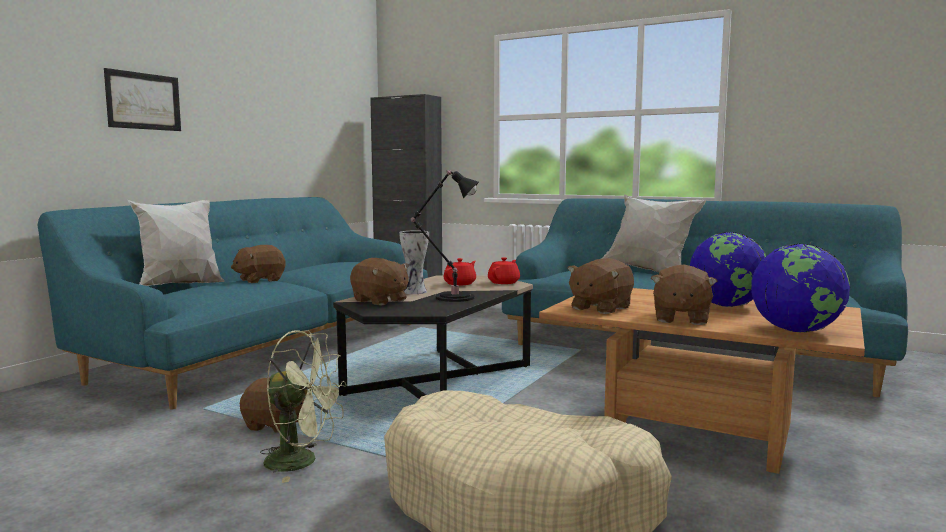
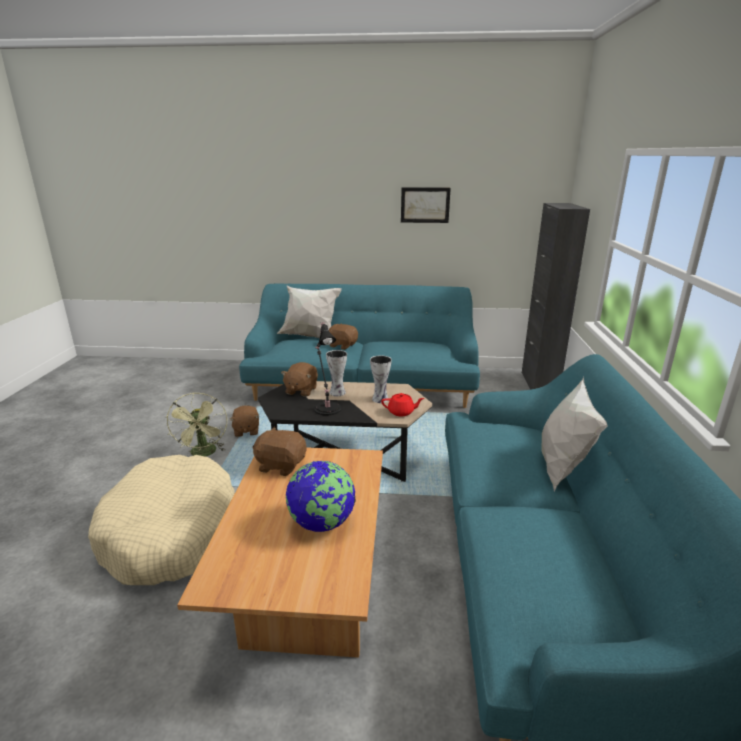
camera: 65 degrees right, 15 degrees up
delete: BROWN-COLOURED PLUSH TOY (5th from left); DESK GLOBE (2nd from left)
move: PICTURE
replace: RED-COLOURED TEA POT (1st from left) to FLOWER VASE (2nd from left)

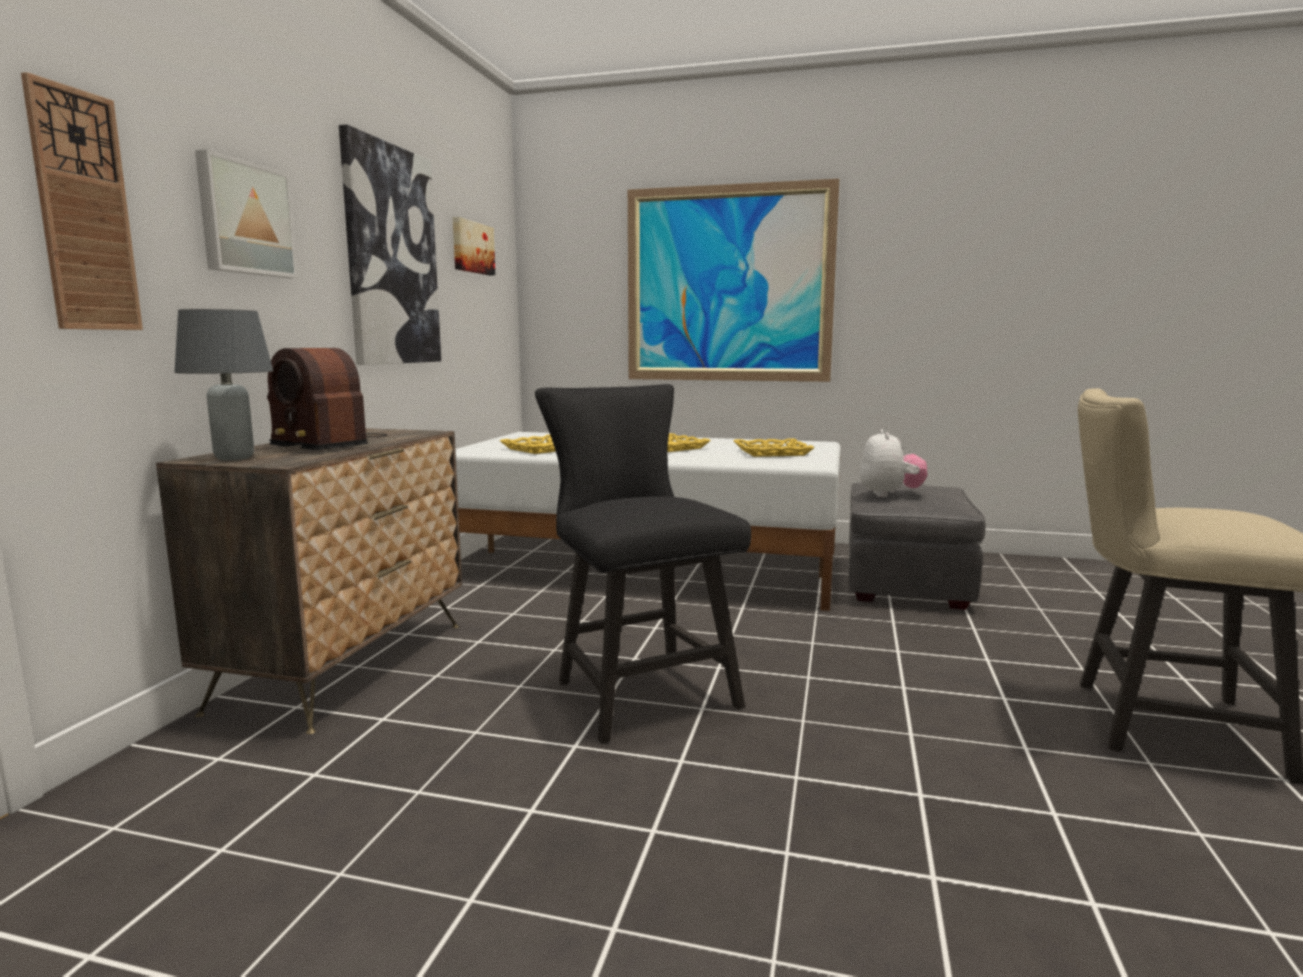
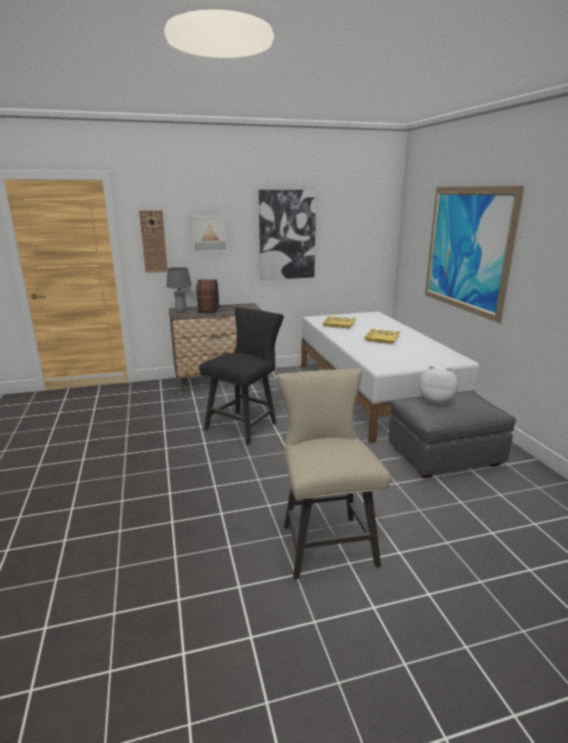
camera: 60 degrees right, 10 degrees up
delete: PICTURE (3rd from left); YELLOW SERVING TRAY (3rd from left)
rotate: PLUSH TOY 135 degrees counterclockwise

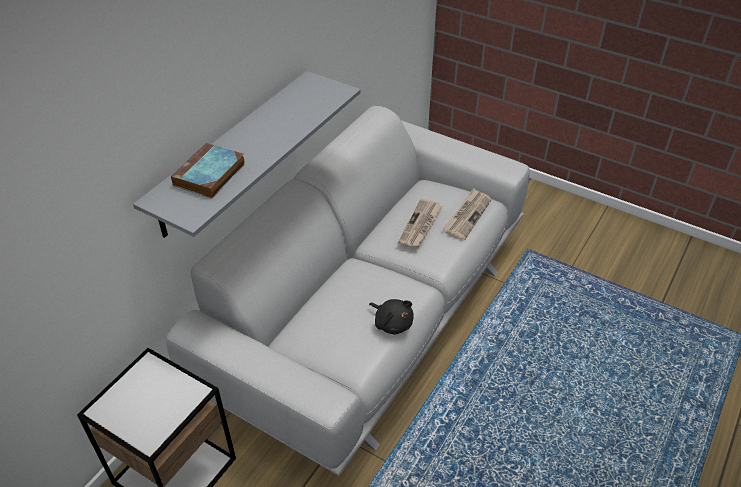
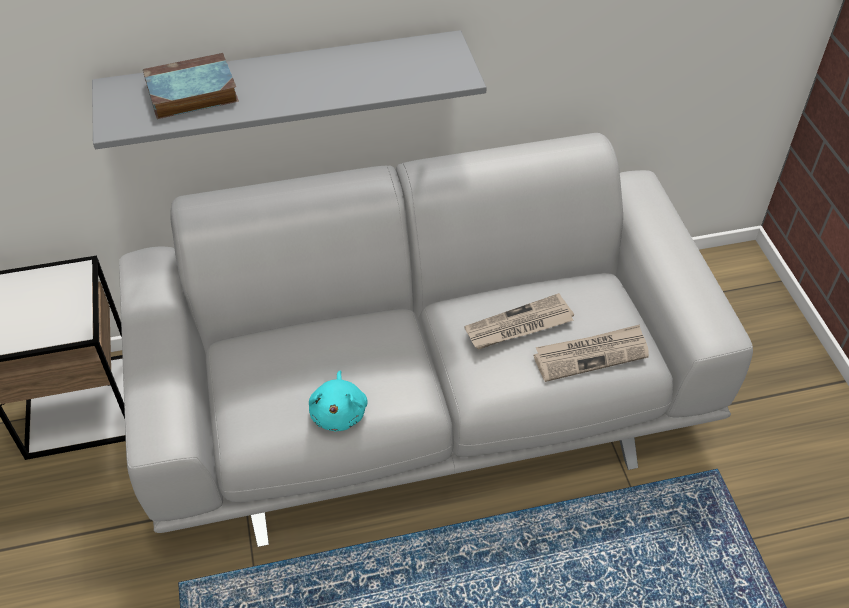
camera: 45 degrees right, 5 degrees up
recolor: BLACK-COLOURED PLUSH TOY to TURQUOISE PLUSH TOY

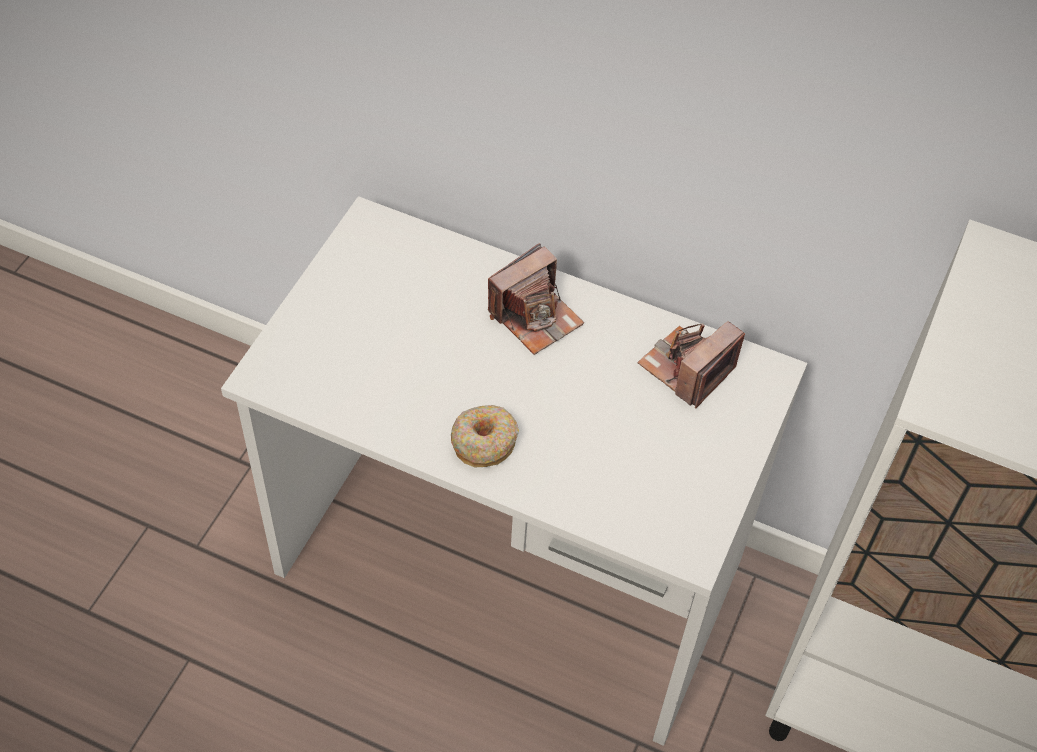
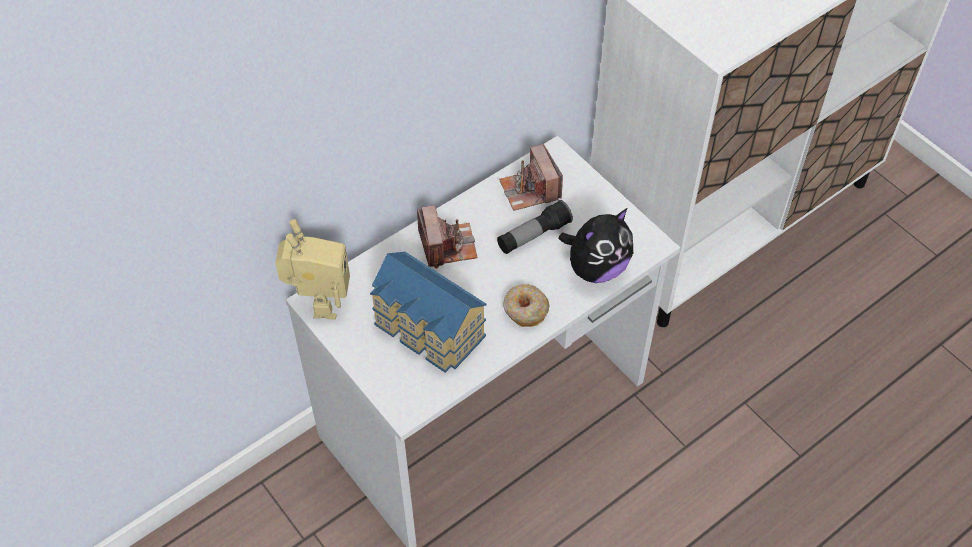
camera: 60 degrees left, 0 degrees up
insert: MODEL ROBOT; TOY HOUSE; TORCH; PLUSH TOY

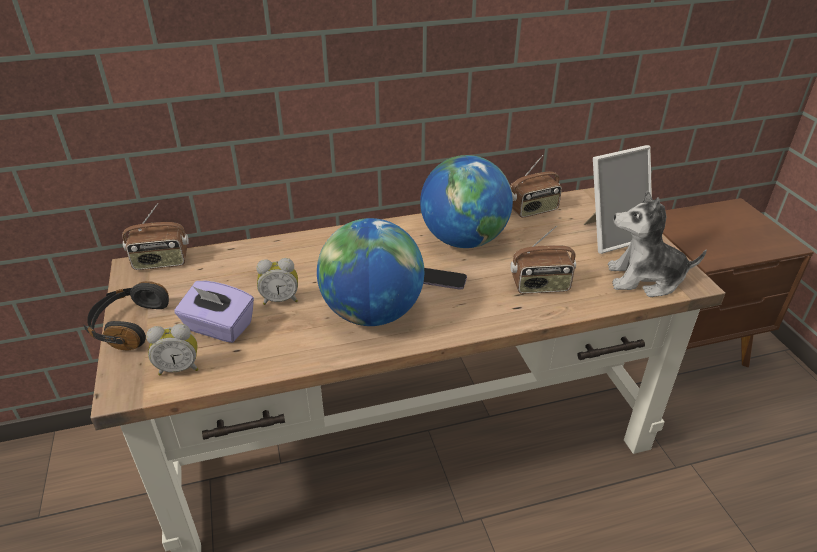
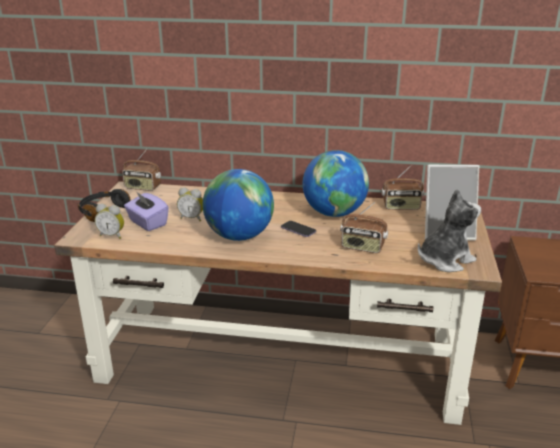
camera: 25 degrees right, 10 degrees down
rotate: PLUSH TOY 120 degrees clockwise

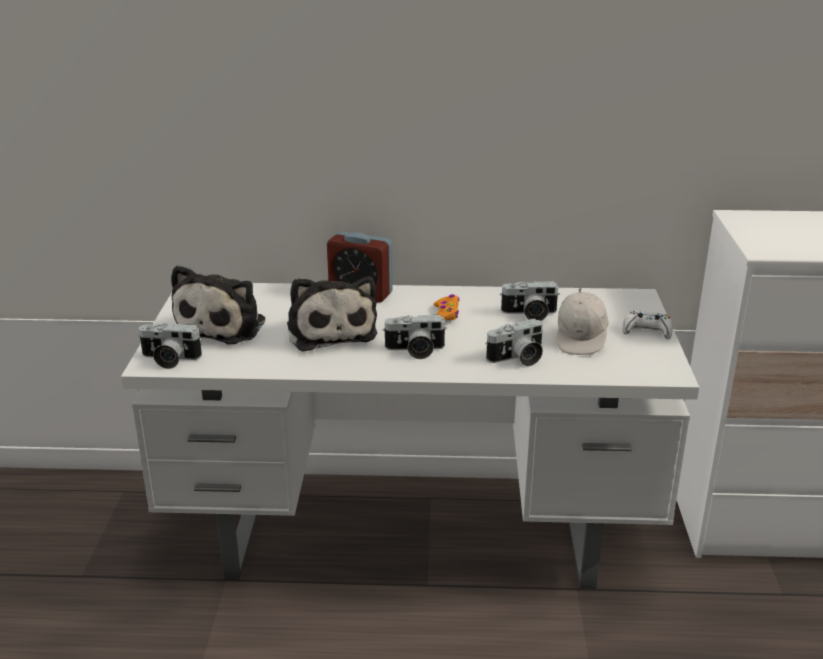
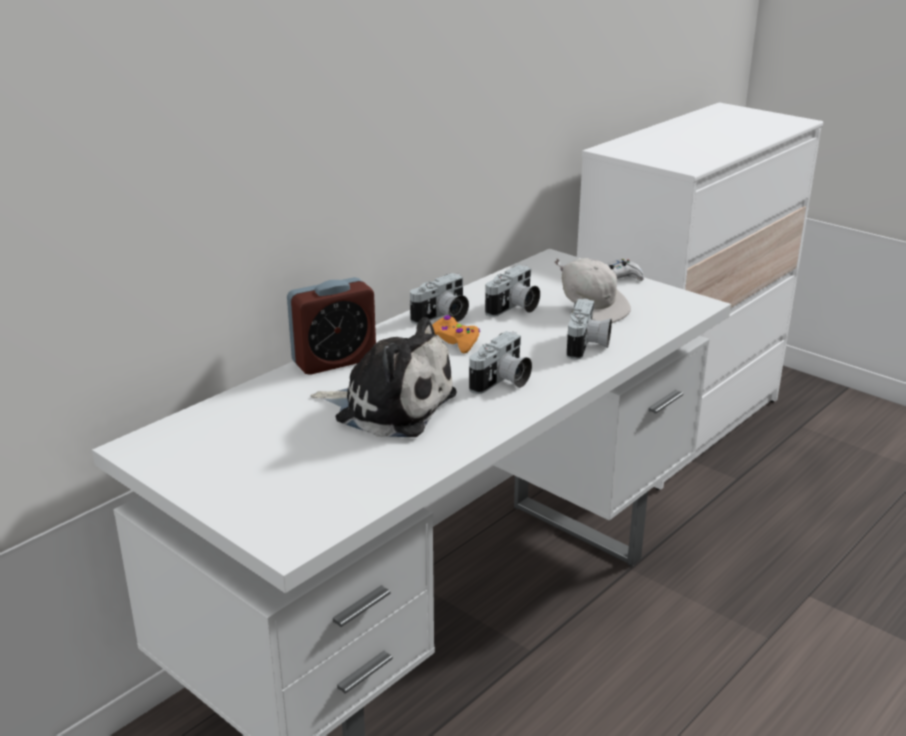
camera: 50 degrees left, 0 degrees up
delete: PLUSH TOY (1st from left)
move: STILL CAMERA (1st from left)

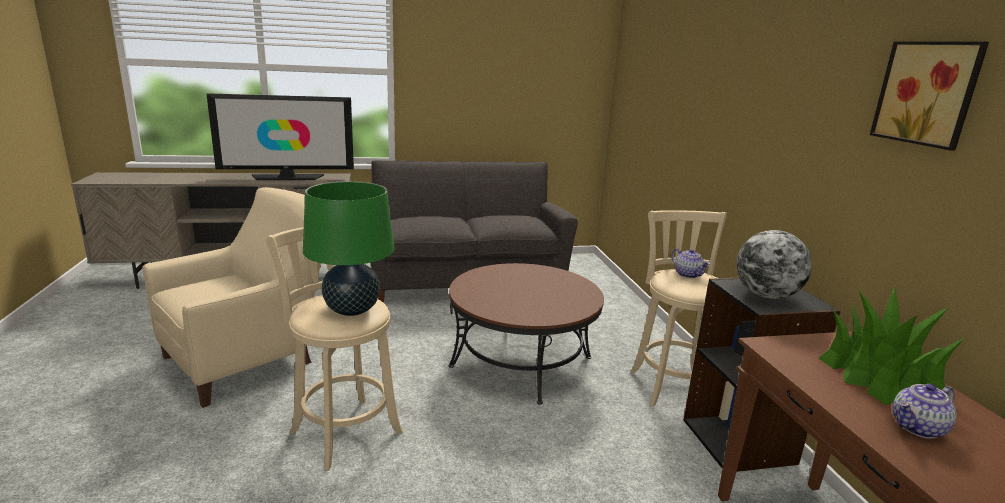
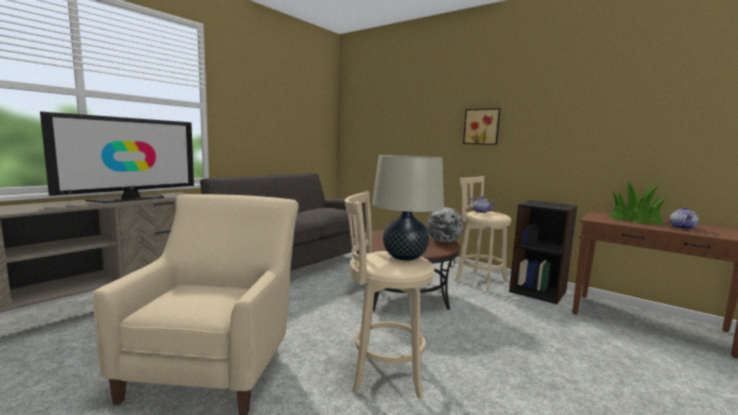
camera: 40 degrees left, 10 degrees down
move: DESK GLOBE; PICTURE
recolor: GREEN LAMP FOR A TABLE to SAND-COLOURED LAMP FOR A TABLE

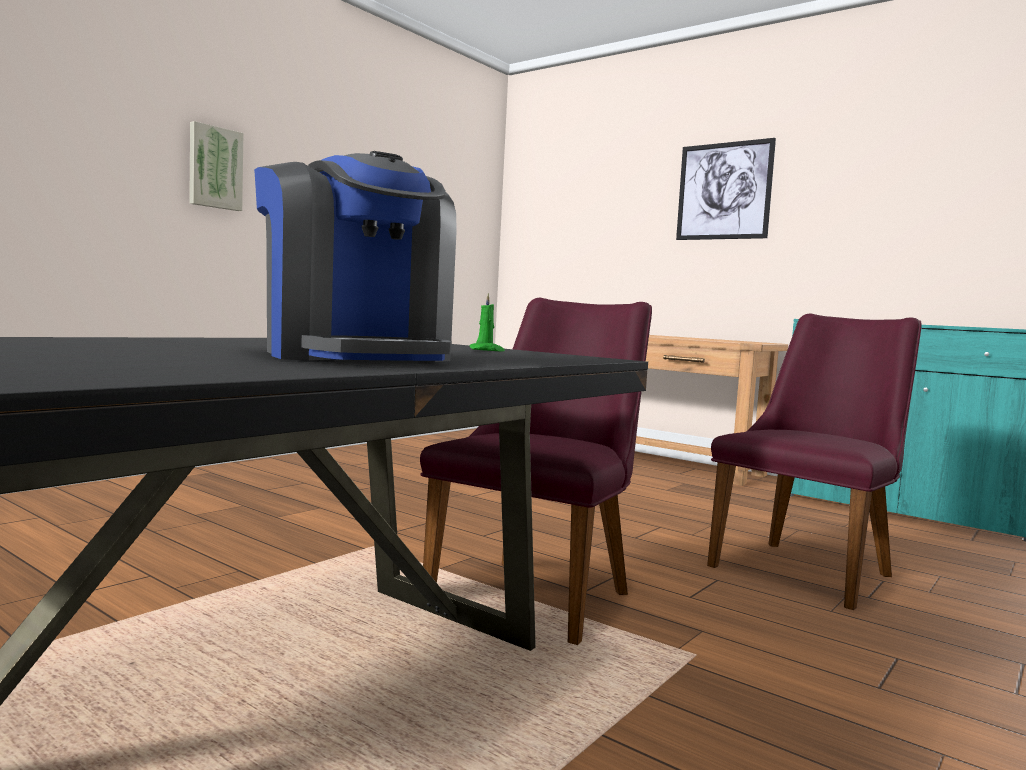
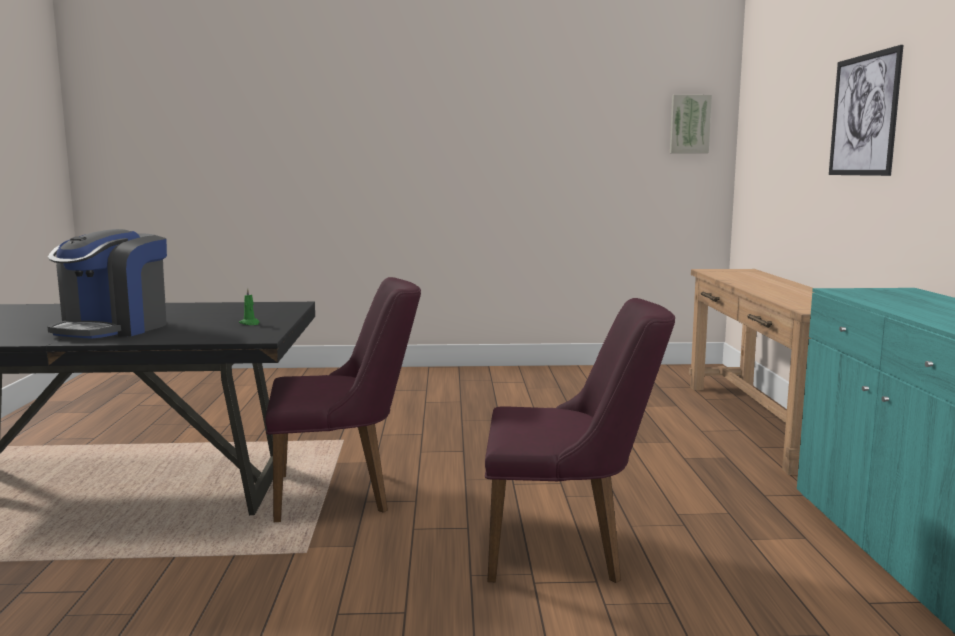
camera: 50 degrees right, 5 degrees up
move: PICTURE (1st from left)

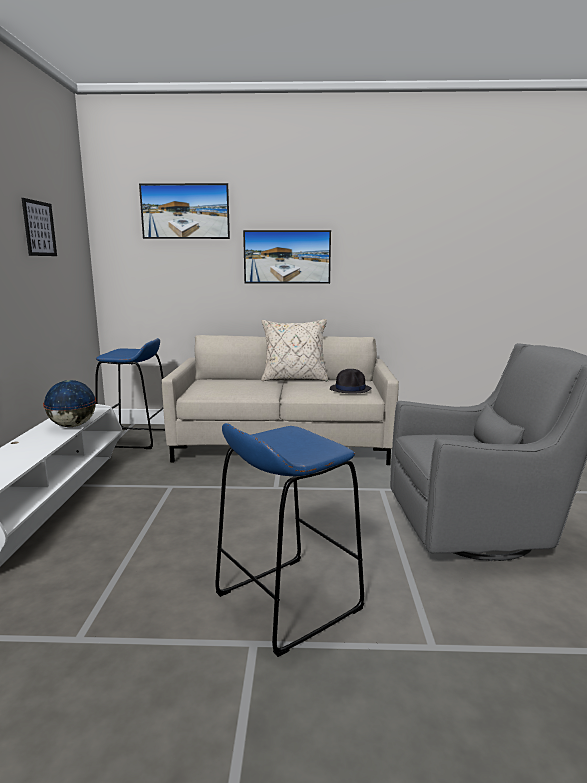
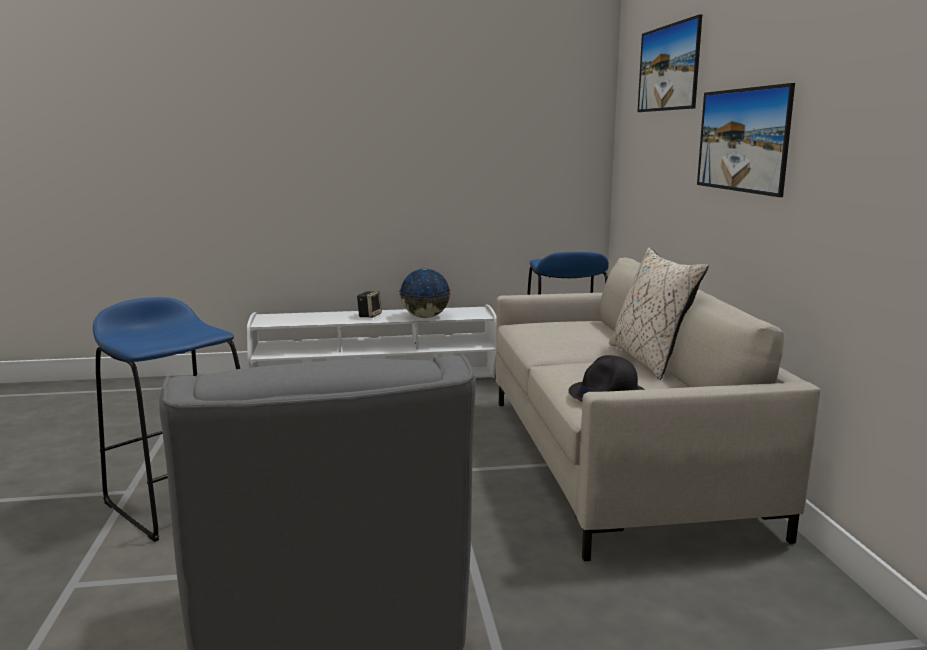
camera: 80 degrees right, 0 degrees up
delete: PICTURE (1st from left)
insert: LOUDSPEAKER

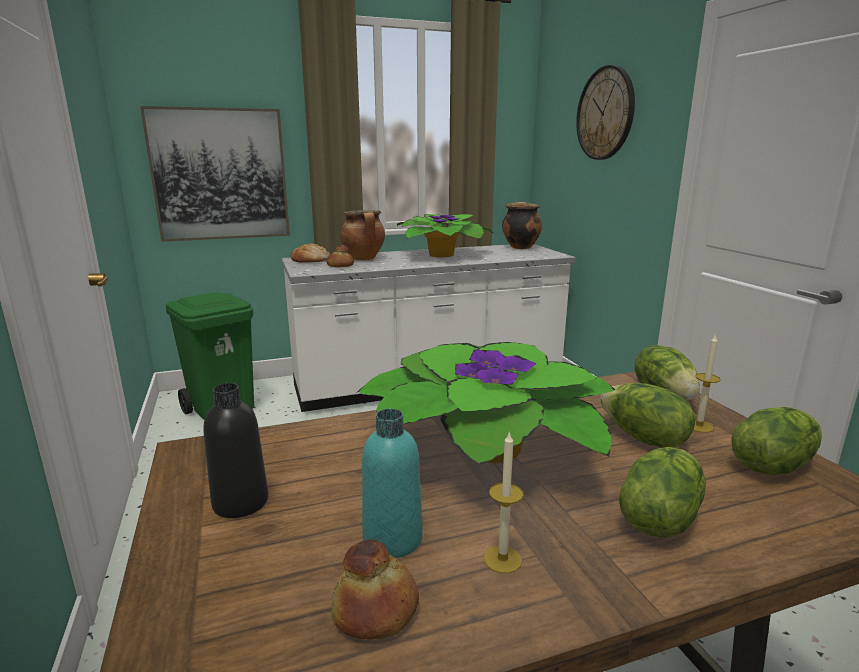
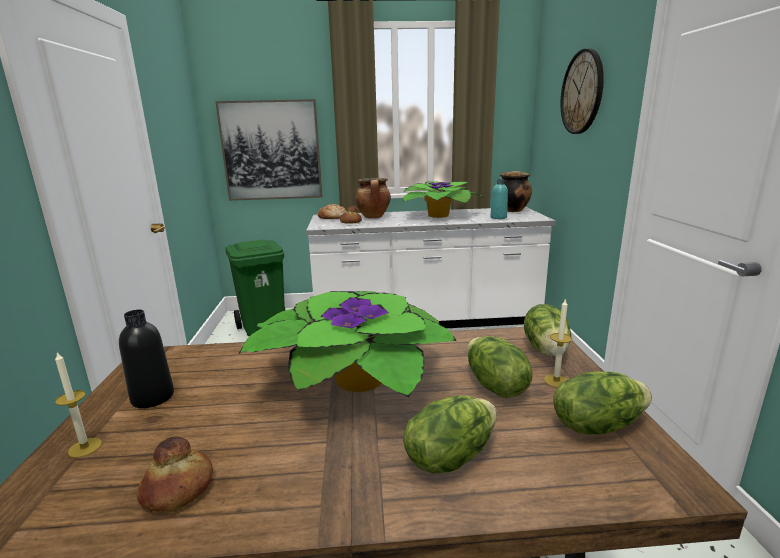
camera: 15 degrees right, 0 degrees up
move: WAX CANDLE (1st from left); TURQUOISE BOTTLE

